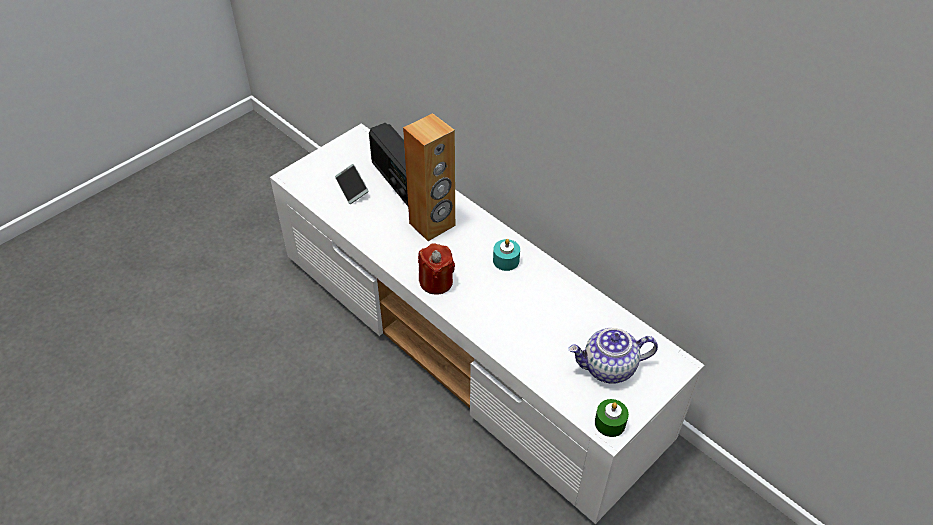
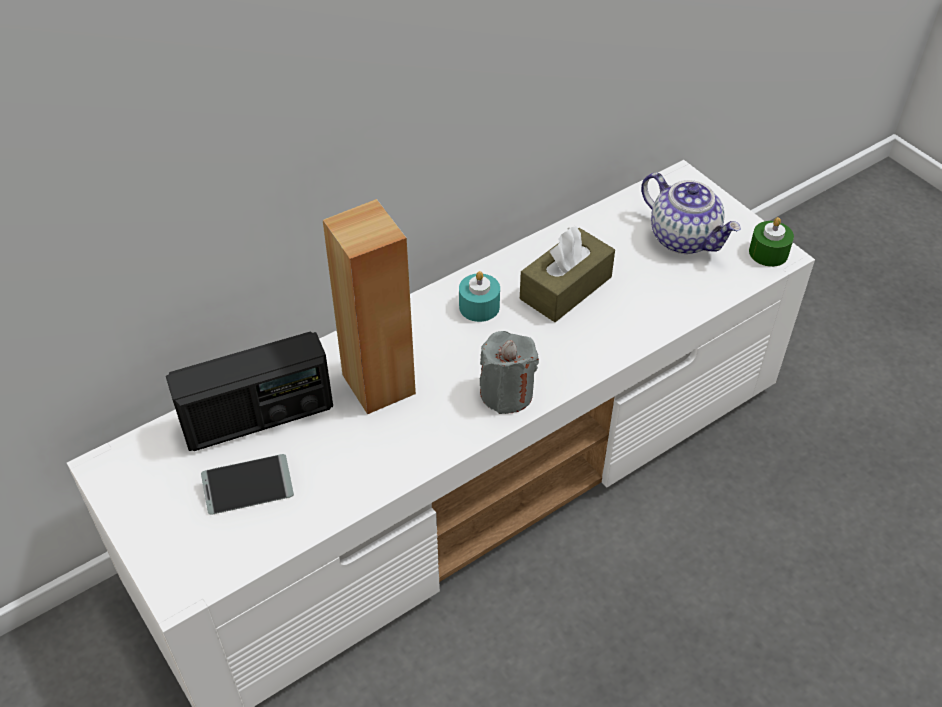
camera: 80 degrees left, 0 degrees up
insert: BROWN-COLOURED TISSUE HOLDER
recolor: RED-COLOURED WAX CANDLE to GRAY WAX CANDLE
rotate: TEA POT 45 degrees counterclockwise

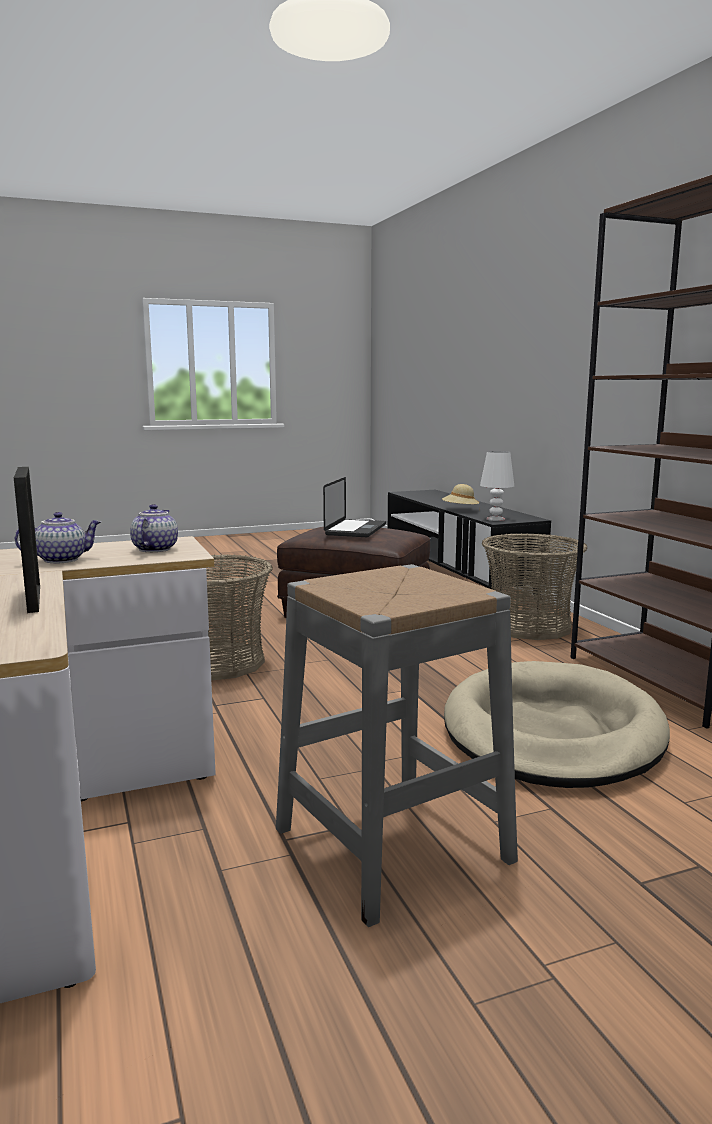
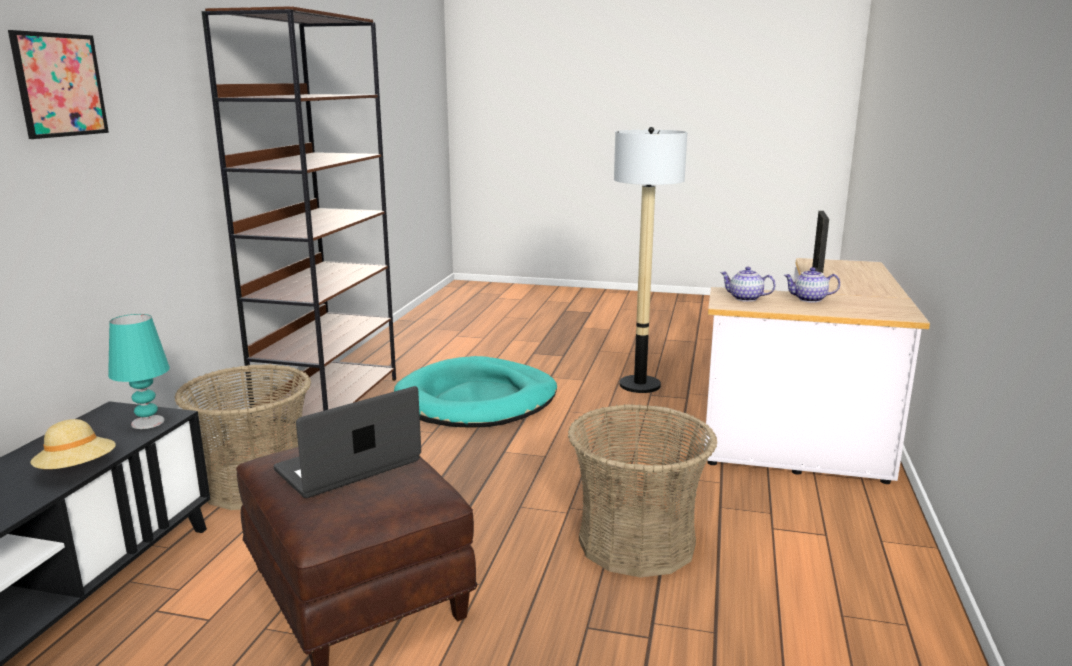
camera: 145 degrees left, 5 degrees up
insert: PICTURE
replace: GRAY STOOL SEAT to STANDING LAMP
recolor: WHITE-COLOURED LAMP FOR A TABLE to TURQUOISE LAMP FOR A TABLE; SAND-COLOURED PET BED to TURQUOISE PET BED
rotate: TEA POT (2nd from left in the first image) 75 degrees clockwise

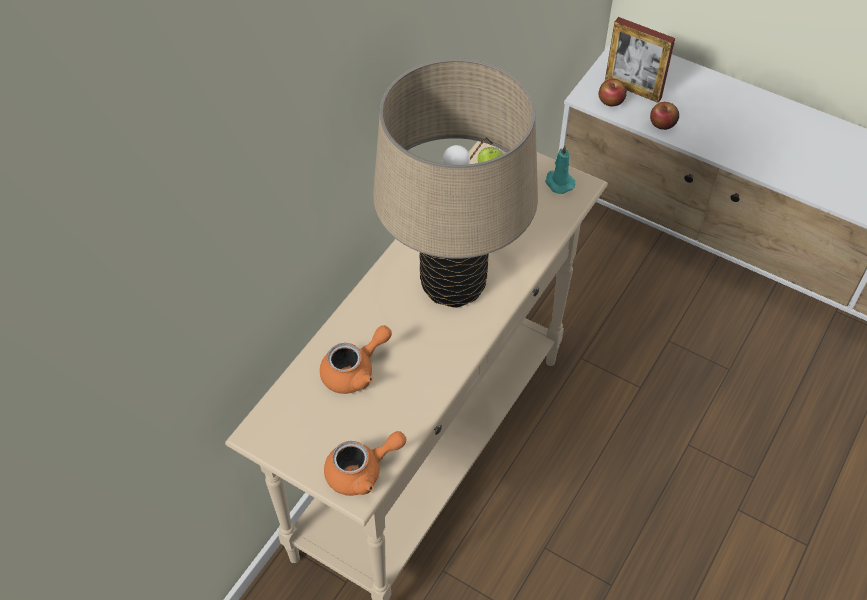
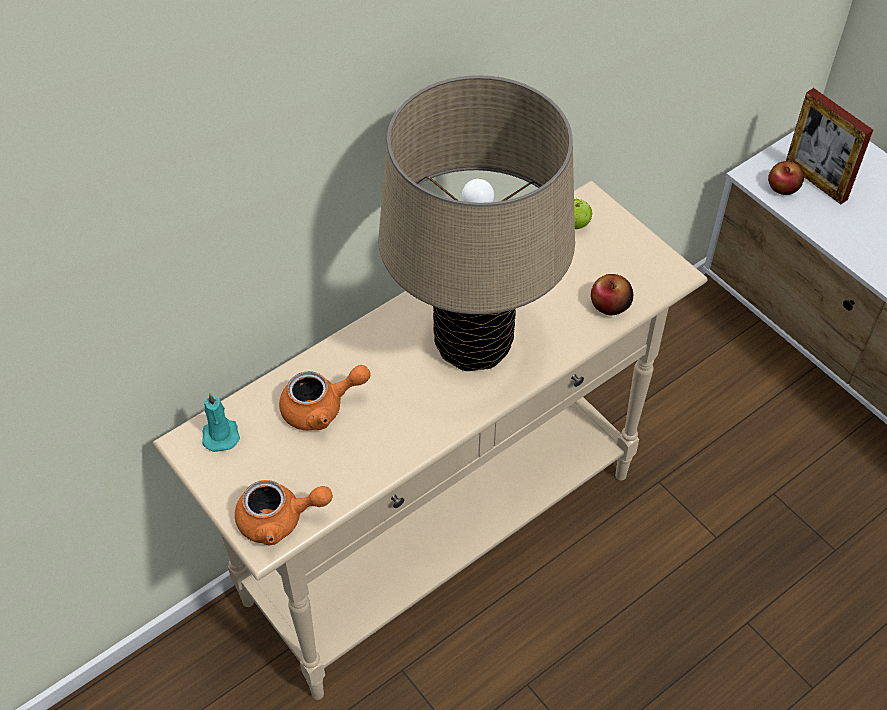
camera: 20 degrees right, 0 degrees up
move: TURQUOISE WAX CANDLE; APPLE (3rd from left in the first image) to APPLE (2nd from left)

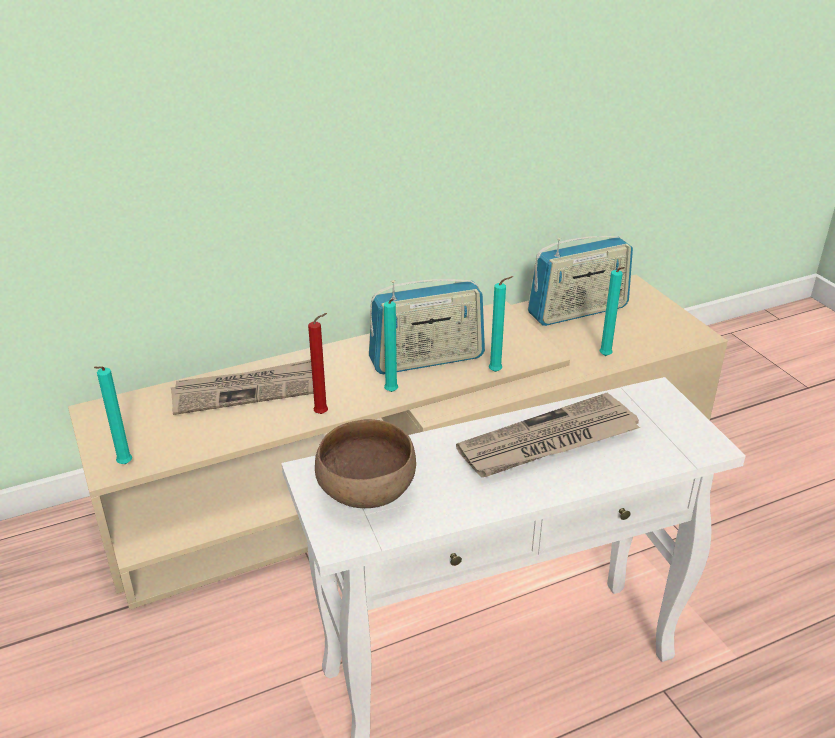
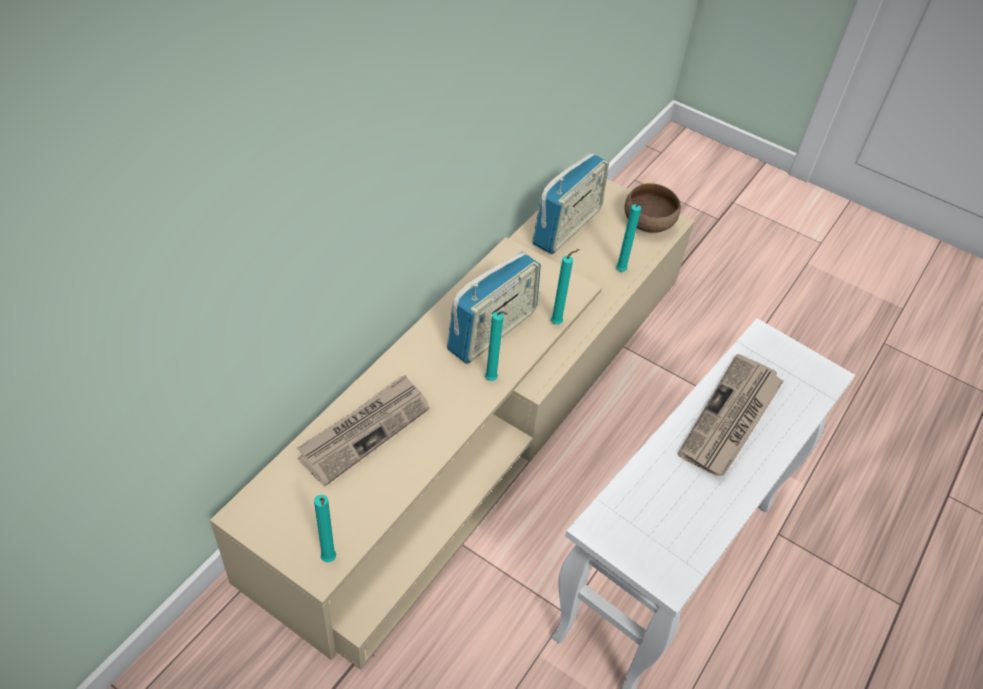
camera: 35 degrees left, 15 degrees up
delete: RED-COLOURED WAX CANDLE
move: BROWN-COLOURED DEEP DISH

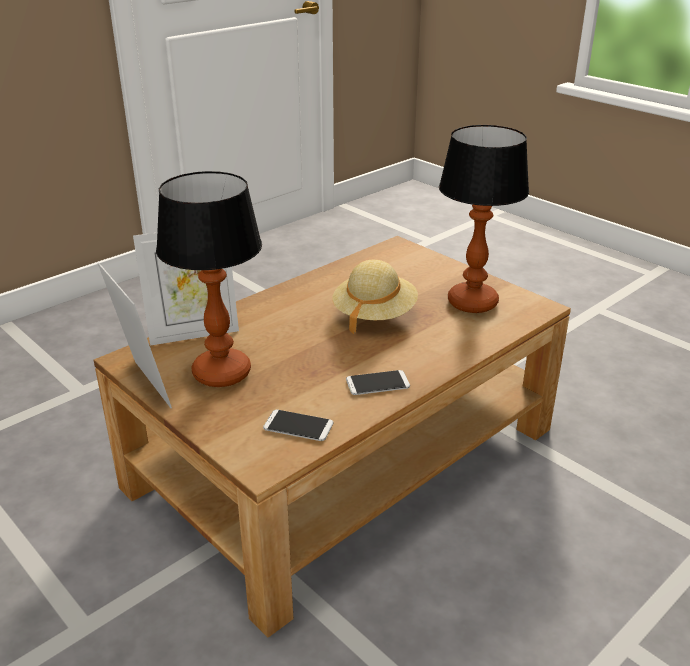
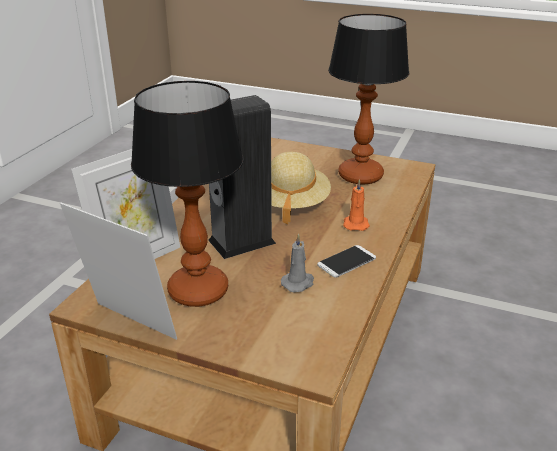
camera: 25 degrees left, 0 degrees up
delete: PHONE (1st from left)
insert: LOUDSPEAKER; GRAY WAX CANDLE; ORANGE-COLOURED WAX CANDLE

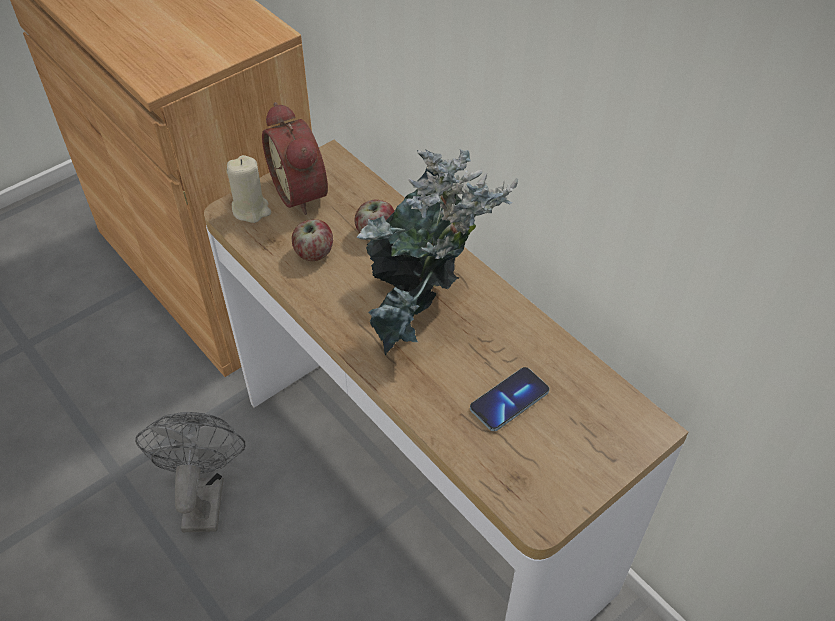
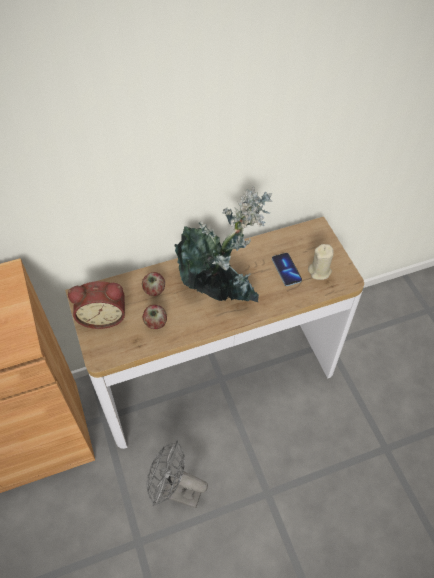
camera: 70 degrees left, 5 degrees up
move: SAND-COLOURED WAX CANDLE

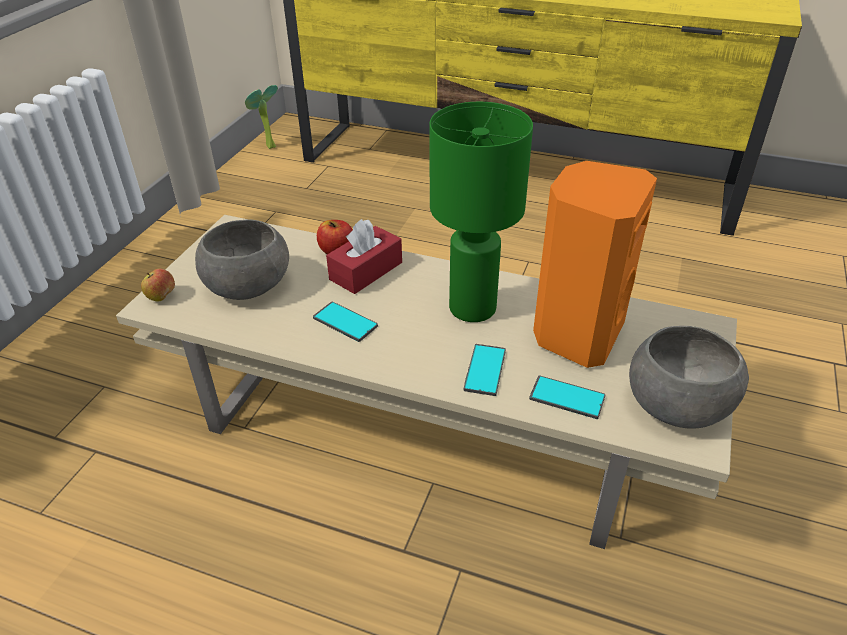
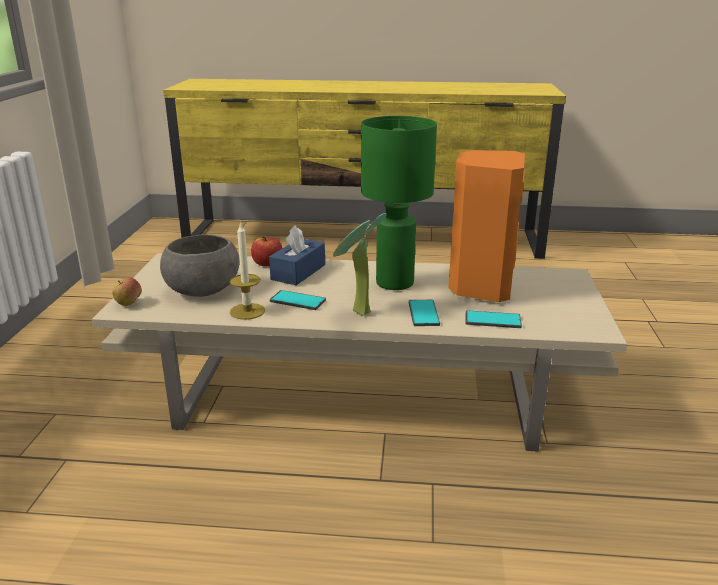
camera: 15 degrees left, 15 degrees down
delete: GRAY DEEP DISH (2nd from left)
insert: WAX CANDLE
move: POTTED PLANT
recolor: RED-COLOURED TISSUE HOLDER to BLUE-COLOURED TISSUE HOLDER

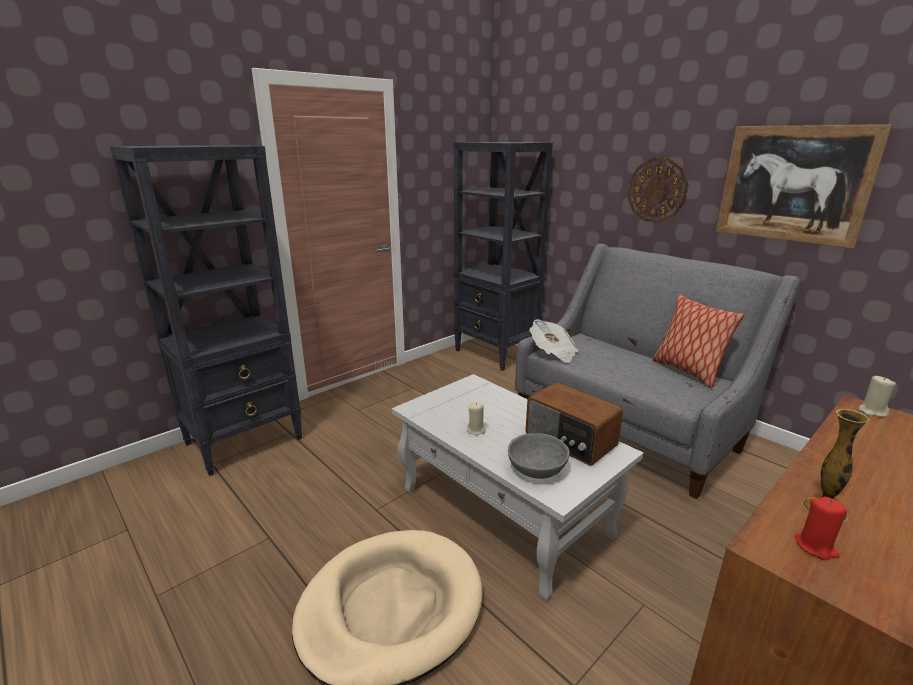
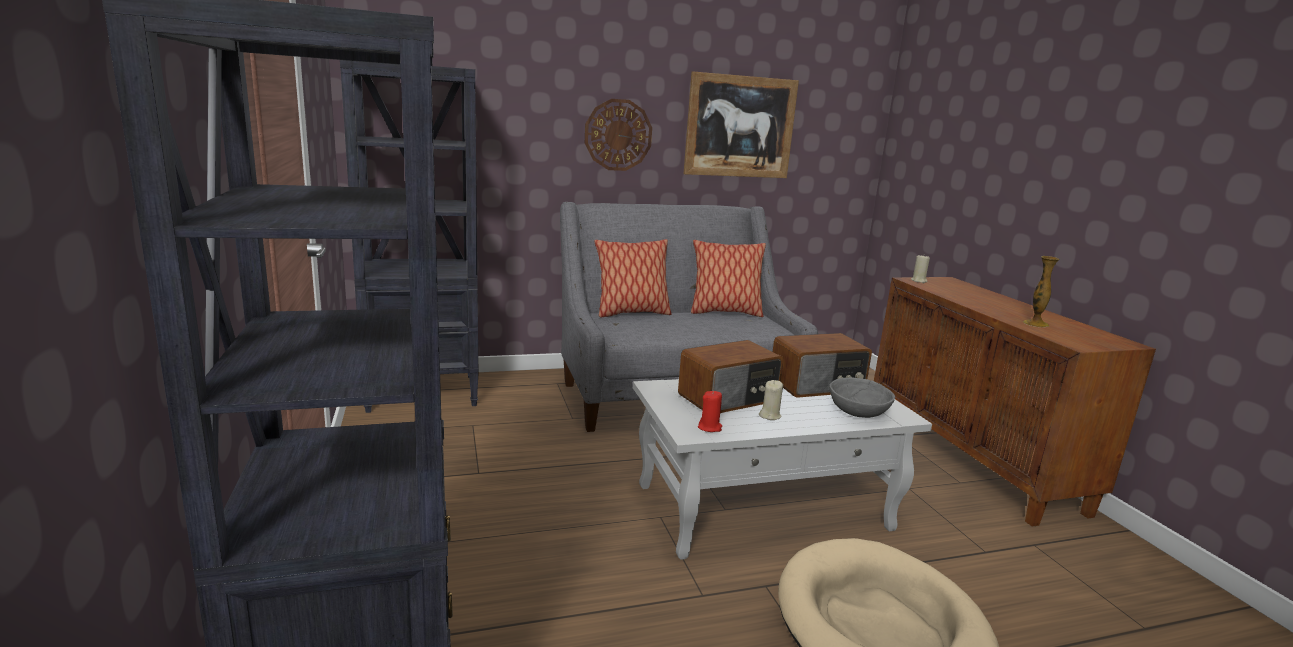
camera: 65 degrees left, 5 degrees down
delete: PRINTED PAPER
insert: CUSHION (1st from left); RADIO SET (1st from left)
move: RED-COLOURED WAX CANDLE

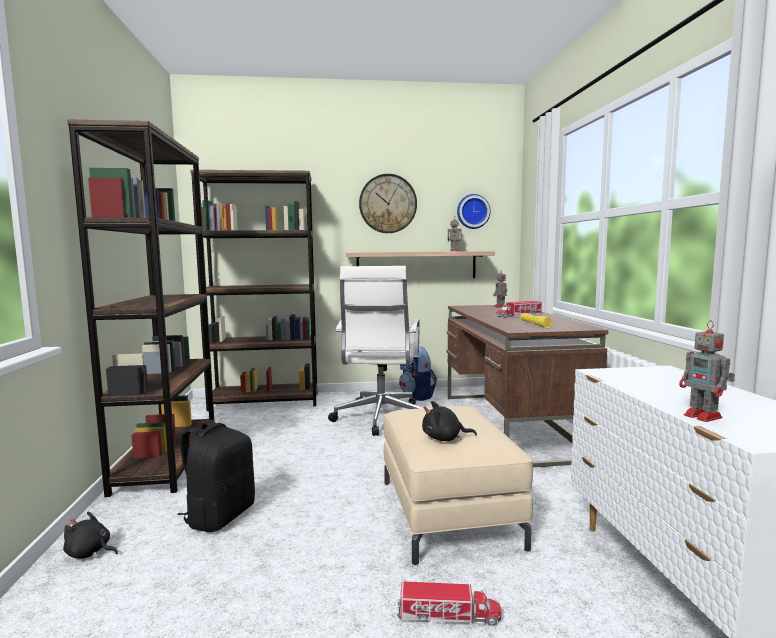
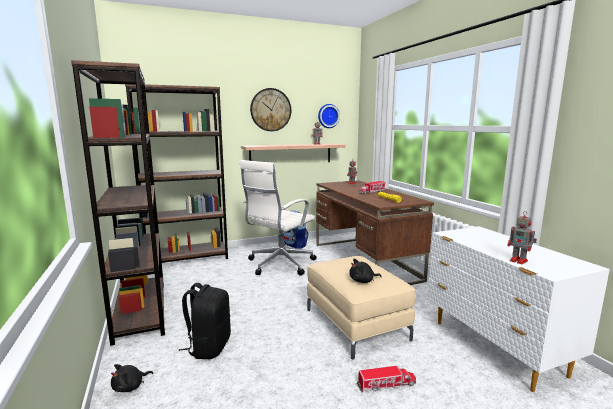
camera: 15 degrees left, 5 degrees up
rotate: BLACK-COLOURED PLUSH TOY (1st from left) 45 degrees counterclockwise; WHITE-COLOURED DESK CHAIR 45 degrees clockwise

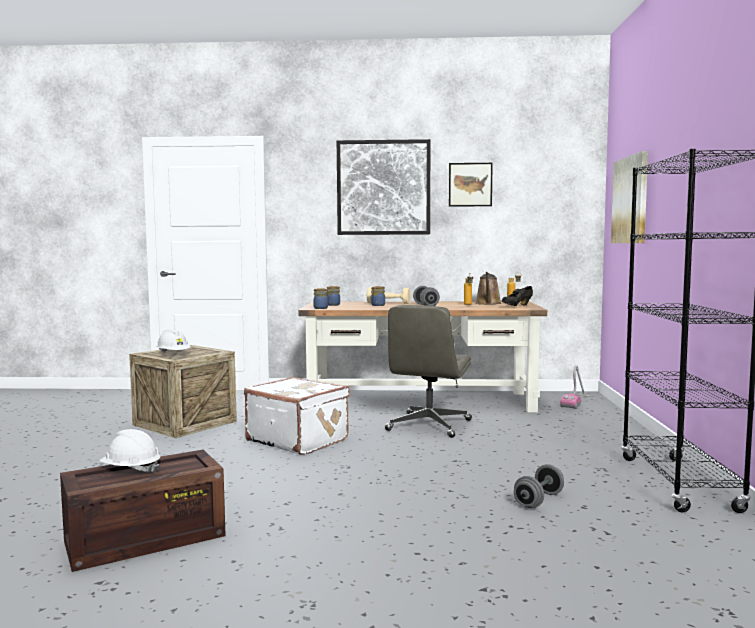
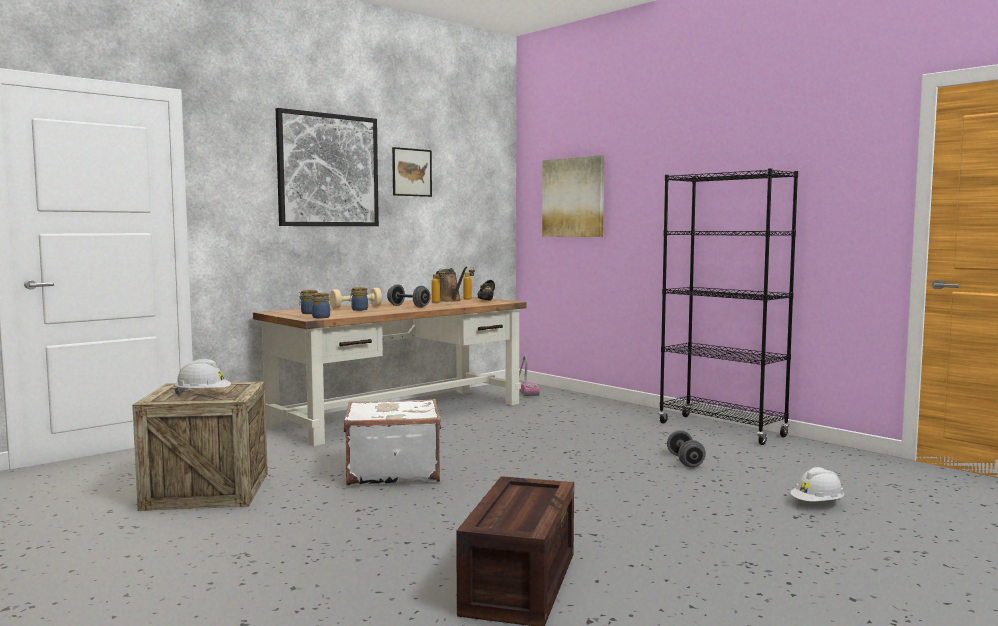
camera: 45 degrees left, 0 degrees up
delete: GRAY DESK CHAIR
move: WHITE-COLOURED HARD HAT (1st from left in the first image) to WHITE-COLOURED HARD HAT (2nd from left)

